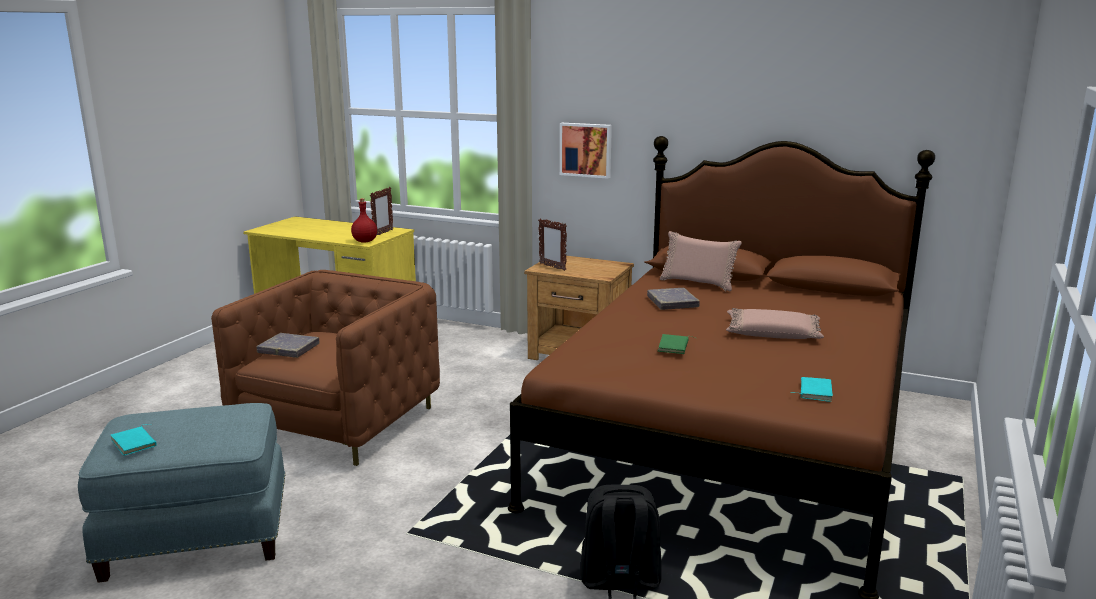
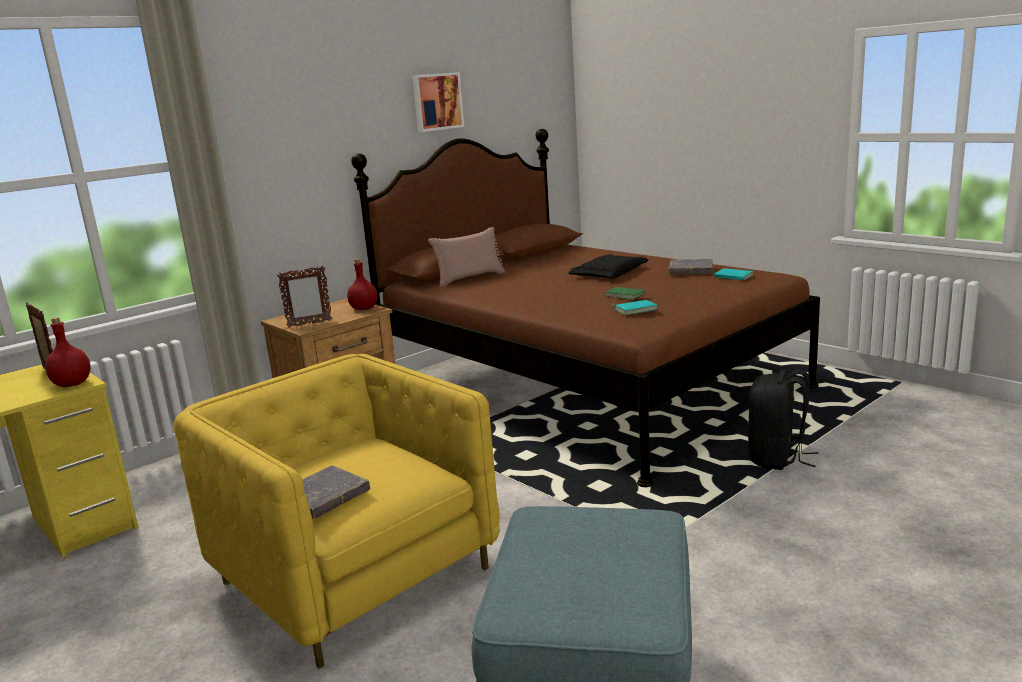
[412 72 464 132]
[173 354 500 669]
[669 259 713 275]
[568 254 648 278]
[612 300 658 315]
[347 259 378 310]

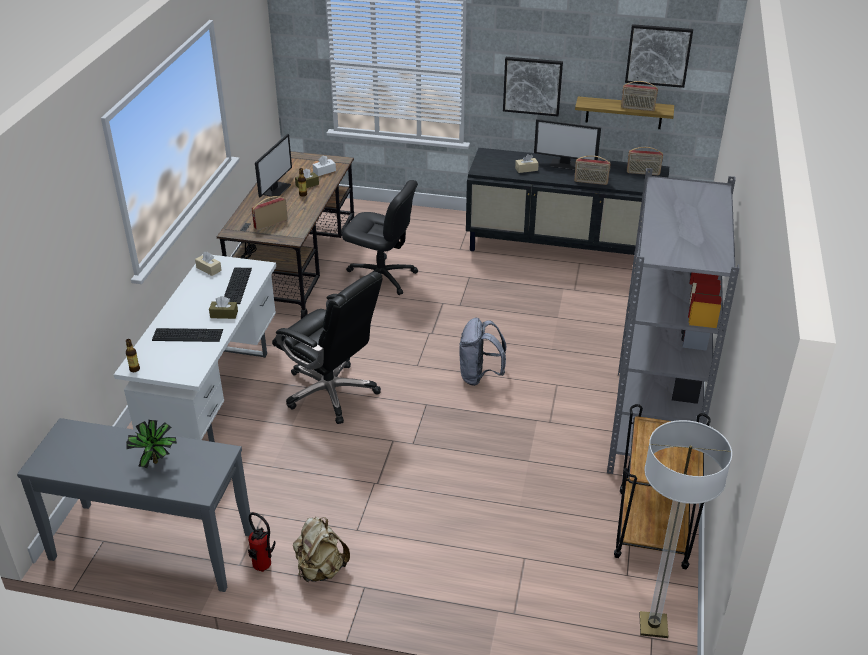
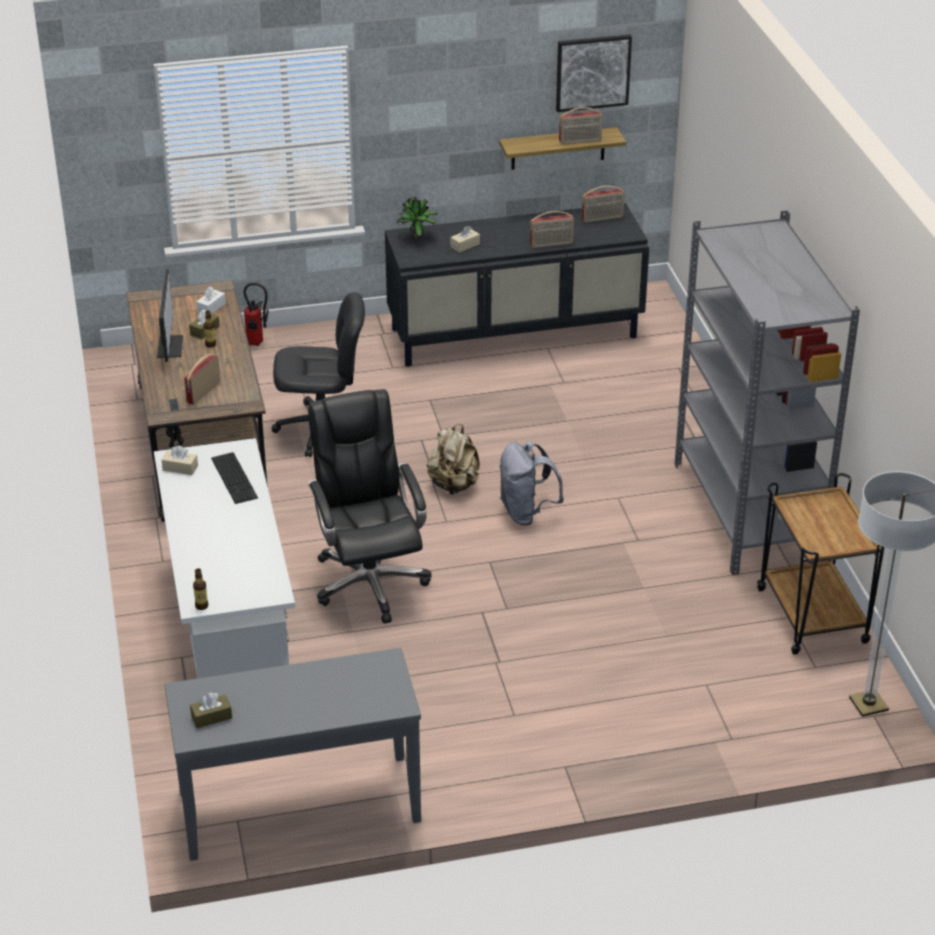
[503 57 563 116] (first image)
[534 119 601 170] (first image)
[308 389 431 624]
[190 693 232 728]
[152 328 223 342] (first image)
[396 197 438 239]
[244 283 269 346]
[427 424 480 495]

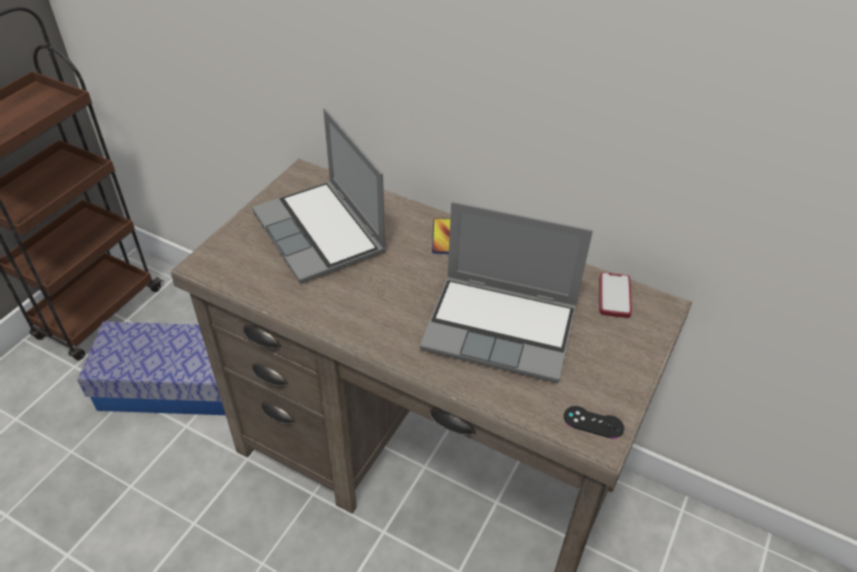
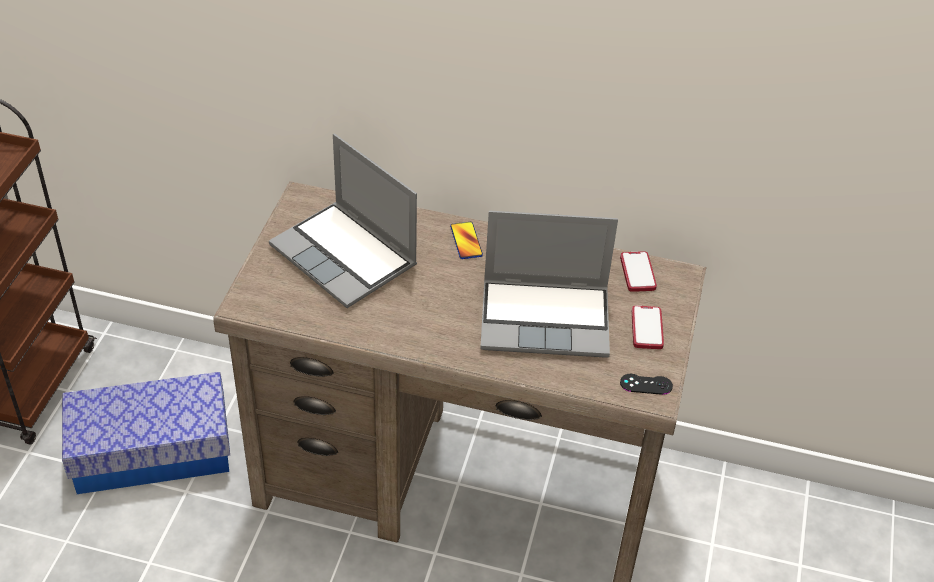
[632 306 664 349]

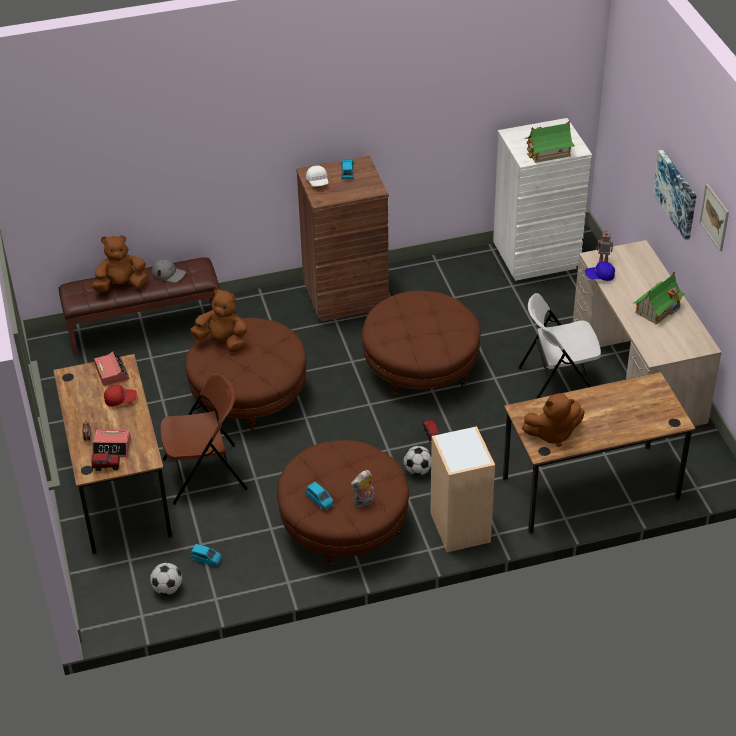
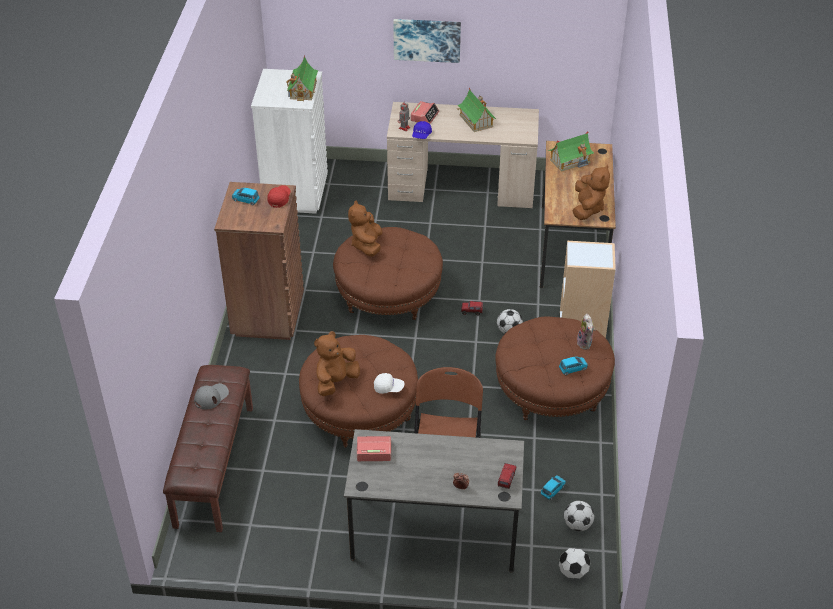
[374 373 405 394]
[700 184 729 251] (first image)
[348 200 383 257]
[518 293 601 399] (first image)
[344 429 524 573]
[267 185 291 208]
[411 101 439 124]
[548 131 594 172]
[559 548 591 579]

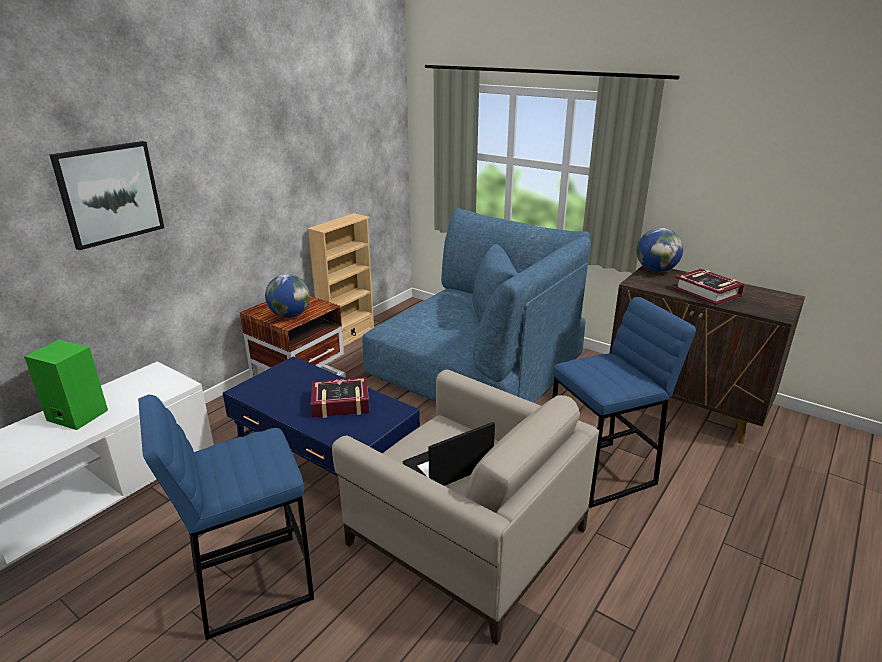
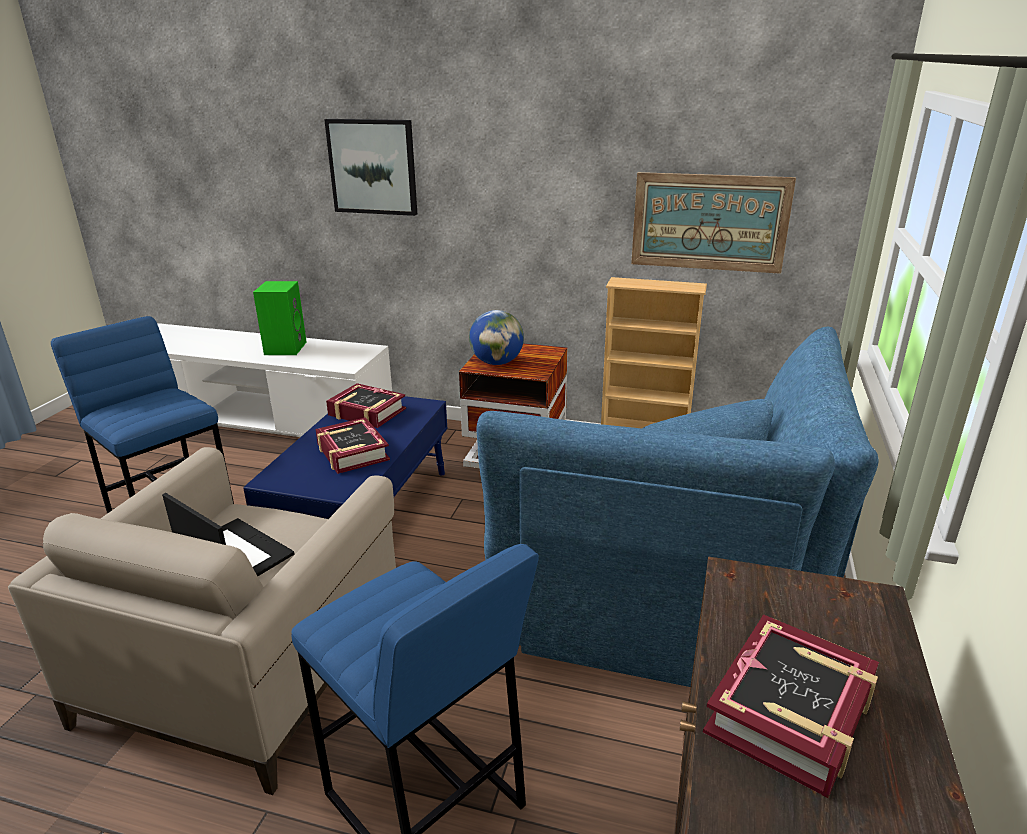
[637 228 683 272] (first image)
[631 172 796 274]
[326 383 406 428]

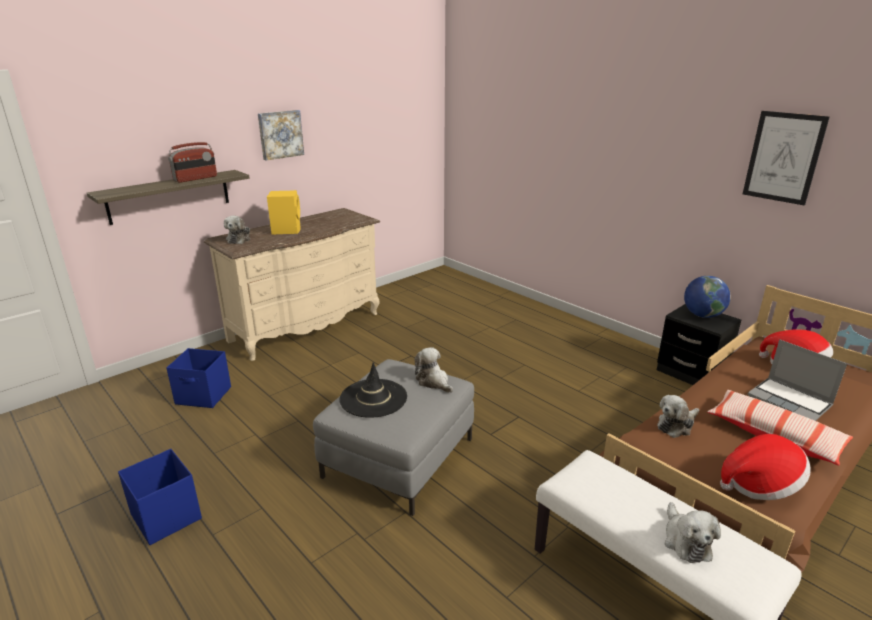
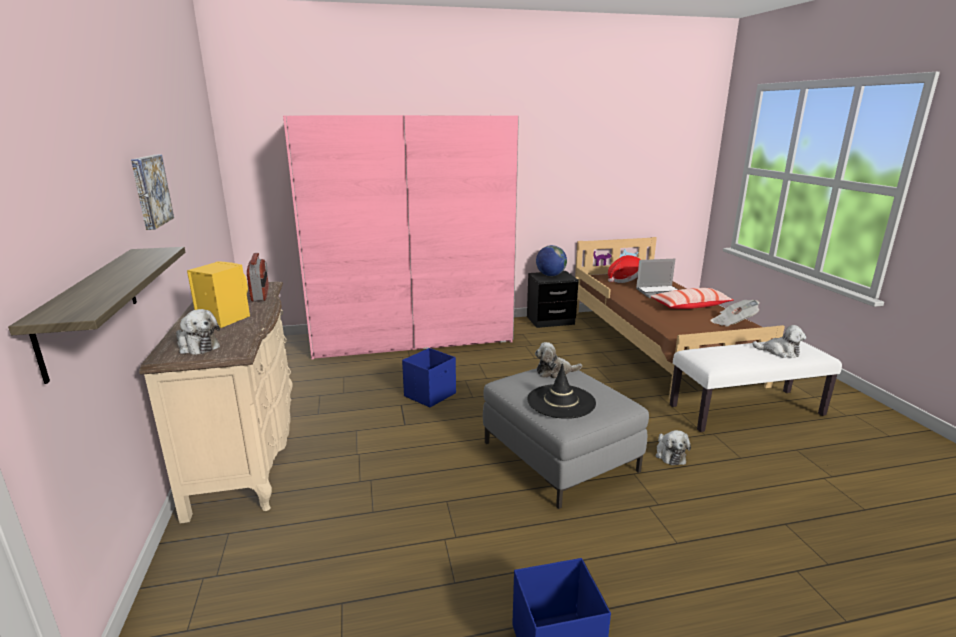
[743 111 830 205] (first image)
[247 253 269 302]
[402 348 456 407]
[656 430 691 465]
[711 300 760 327]
[283 115 519 360]

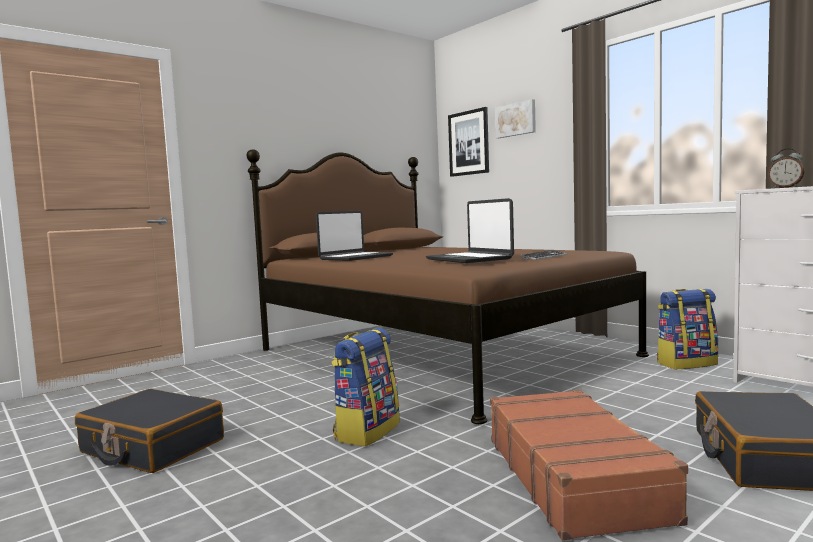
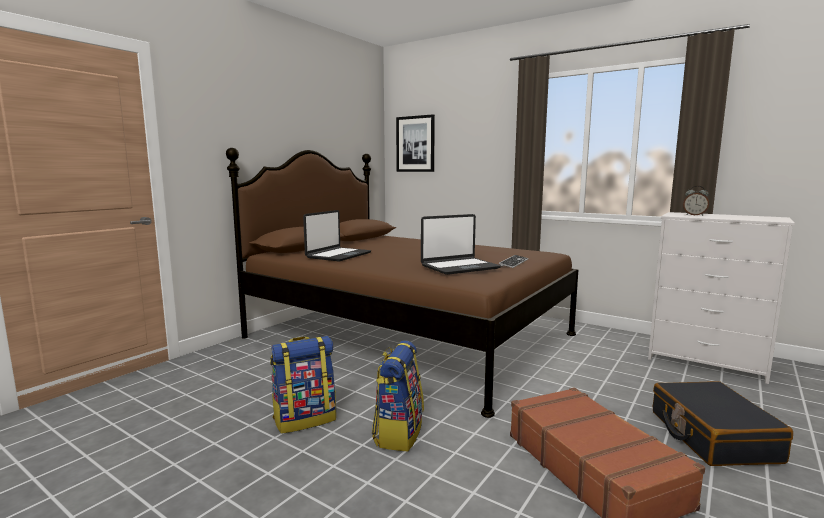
[495 99 536 138] (first image)
[421 214 501 275]
[270 336 336 434]
[75 388 224 473] (first image)

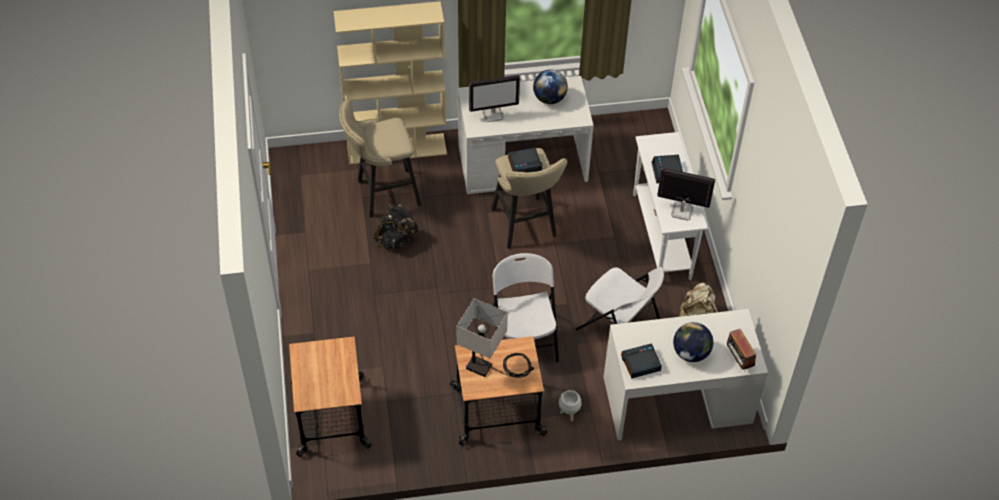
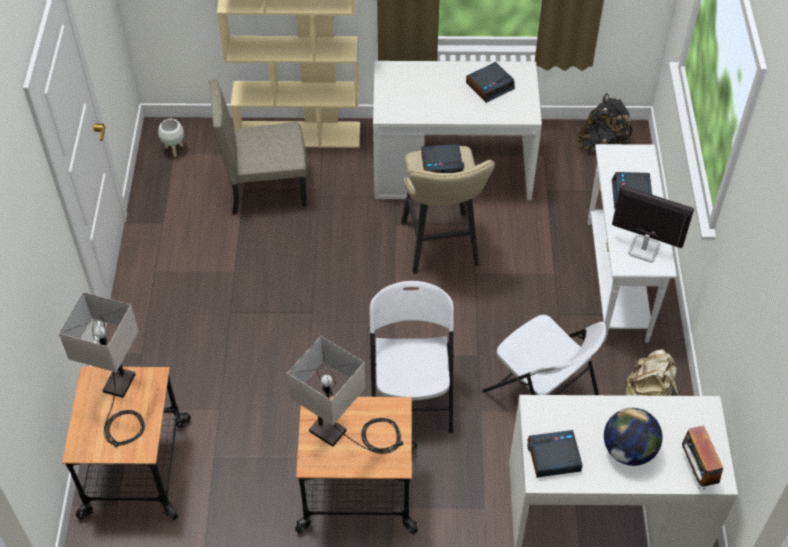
[466 62 515 103]
[469 75 520 122] (first image)
[210 79 307 214]
[578 94 633 152]
[158 119 184 157]
[59 292 145 448]

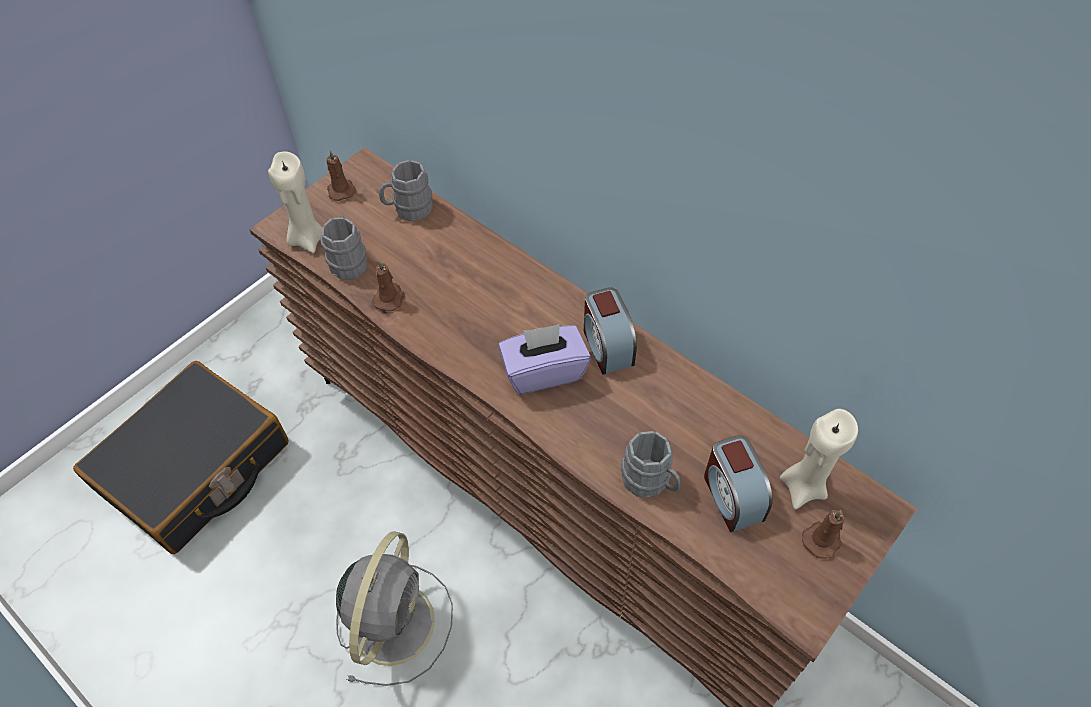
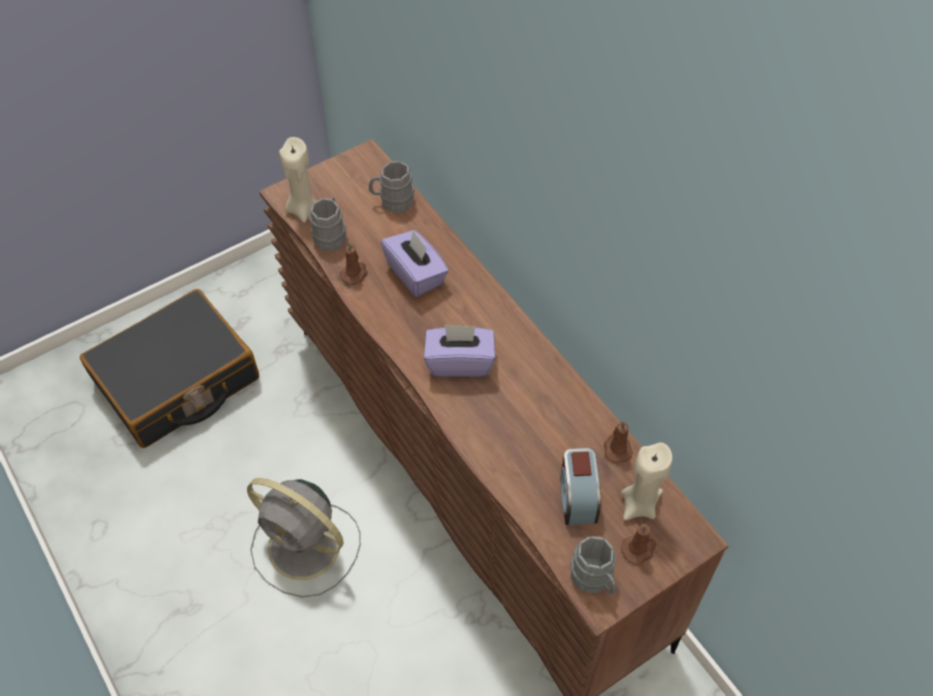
[604 421 633 463]
[584 287 637 375] (first image)
[570 536 616 594]
[247 478 361 597]
[381 230 449 297]

